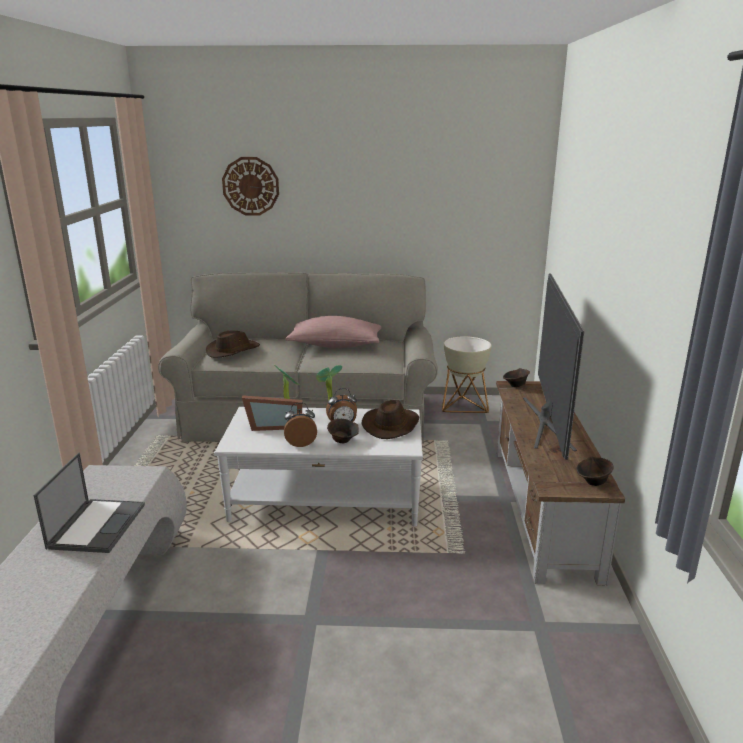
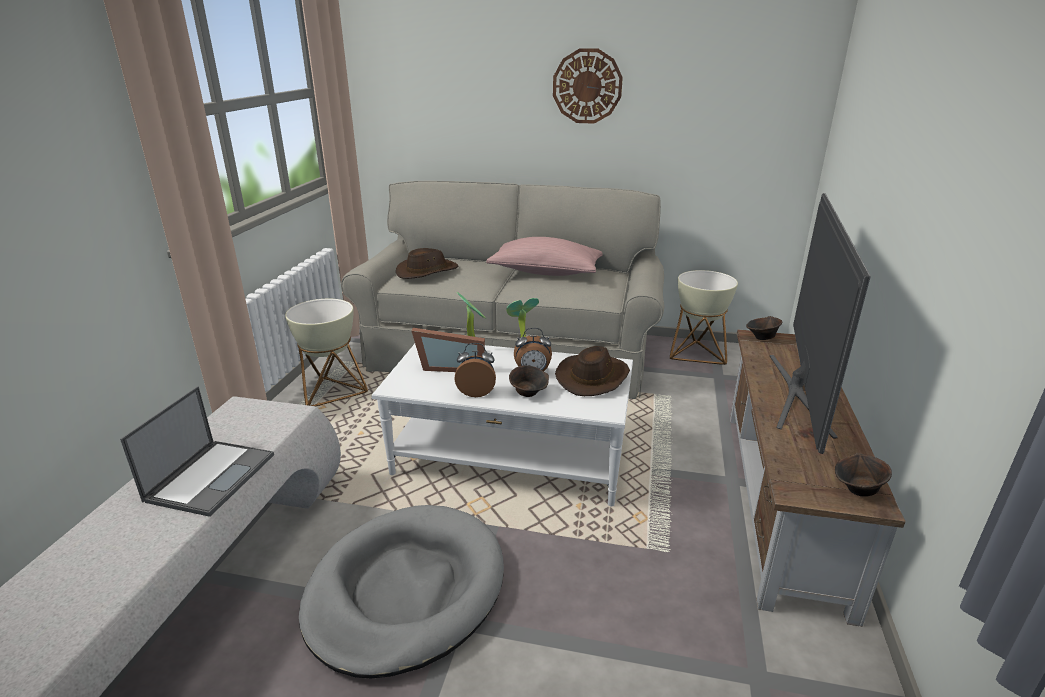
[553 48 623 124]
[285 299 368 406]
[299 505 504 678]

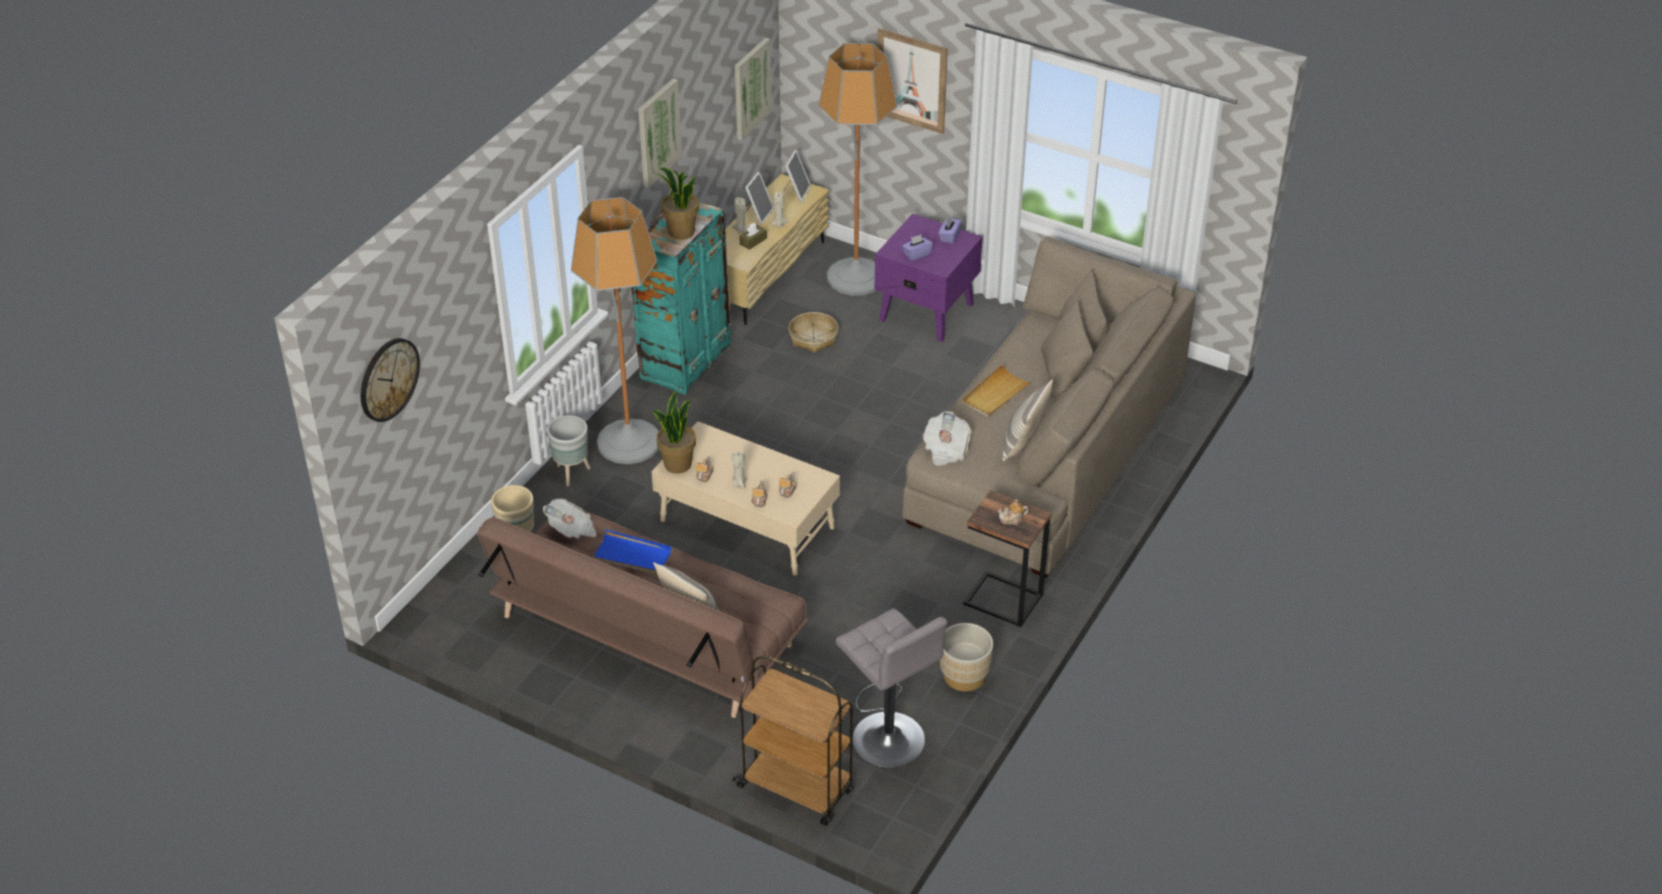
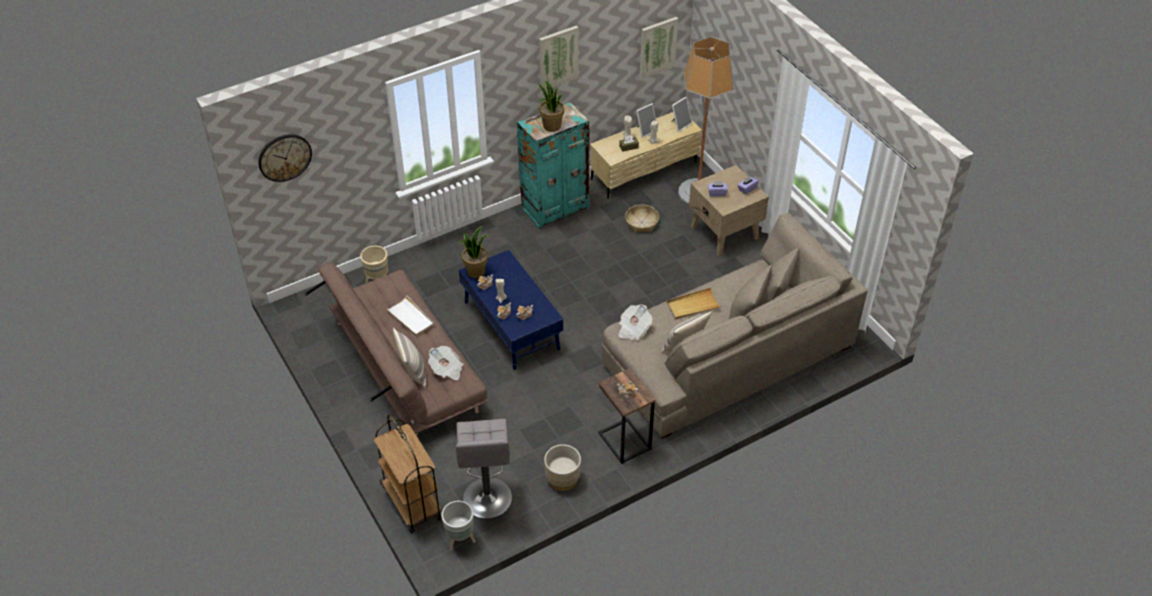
[877 28 948 134] (first image)
[571 197 659 464] (first image)
[689 165 769 256]
[441 501 476 551]
[459 250 563 370]
[428 346 463 380]
[385 295 435 336]

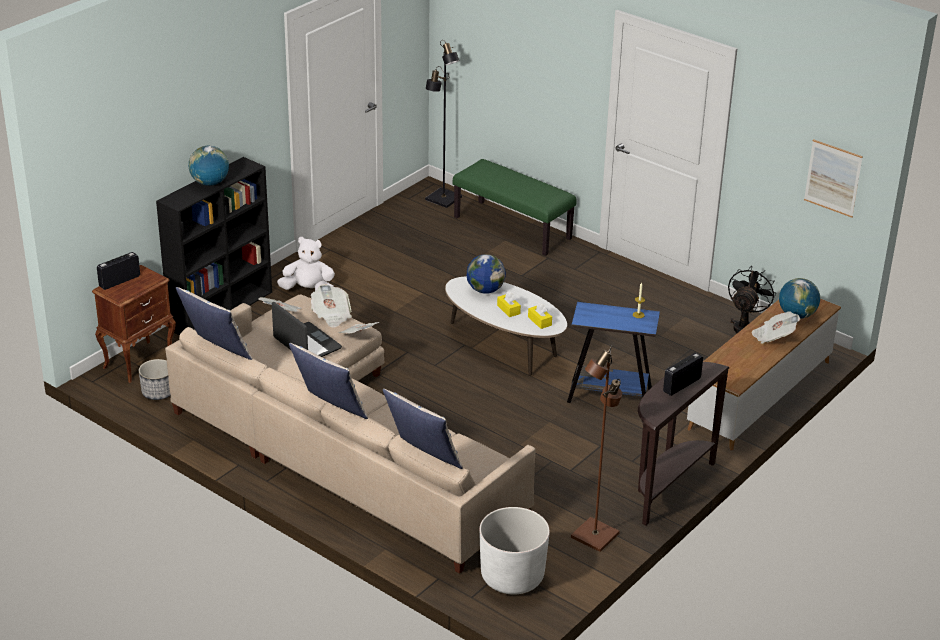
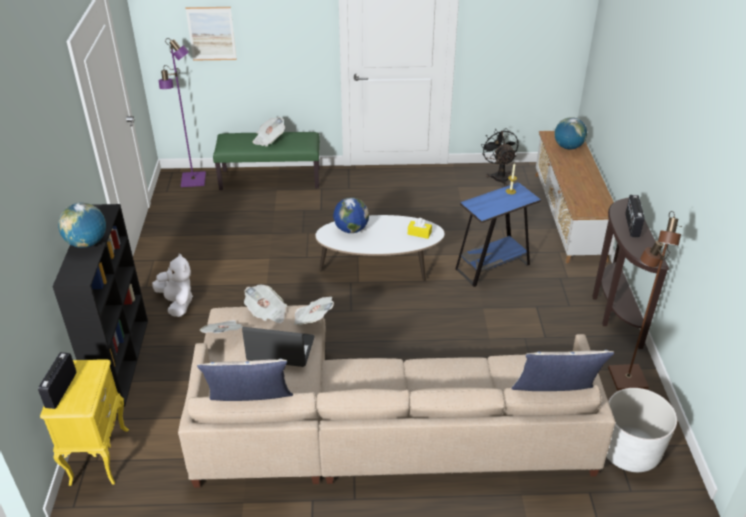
[159 38 206 187]
[185 7 237 61]
[152 253 193 317]
[40 359 129 486]
[497 291 521 317] (first image)
[253 117 285 147]
[289 343 368 419] (first image)
[139 359 171 400] (first image)

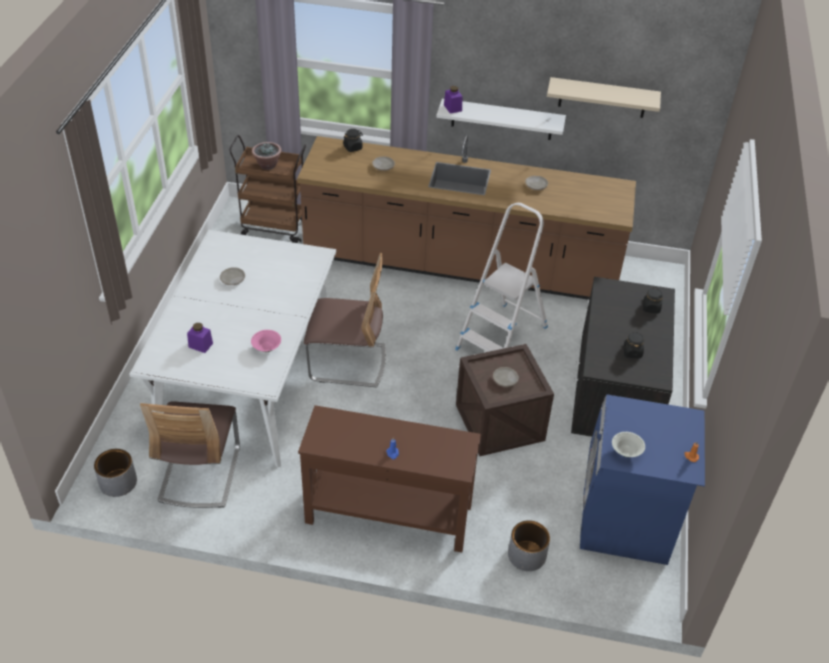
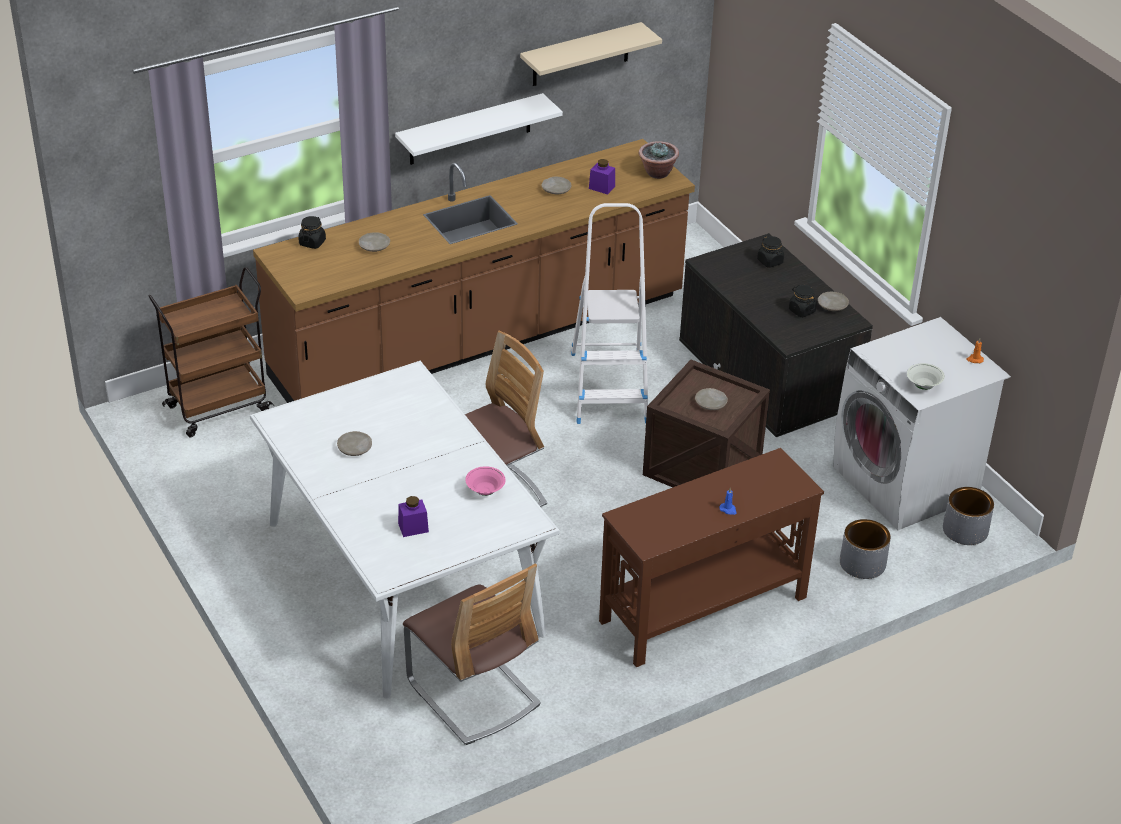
[589 159 615 195]
[639 141 679 179]
[834 317 1011 530]
[943 487 994 545]
[818 292 849 311]

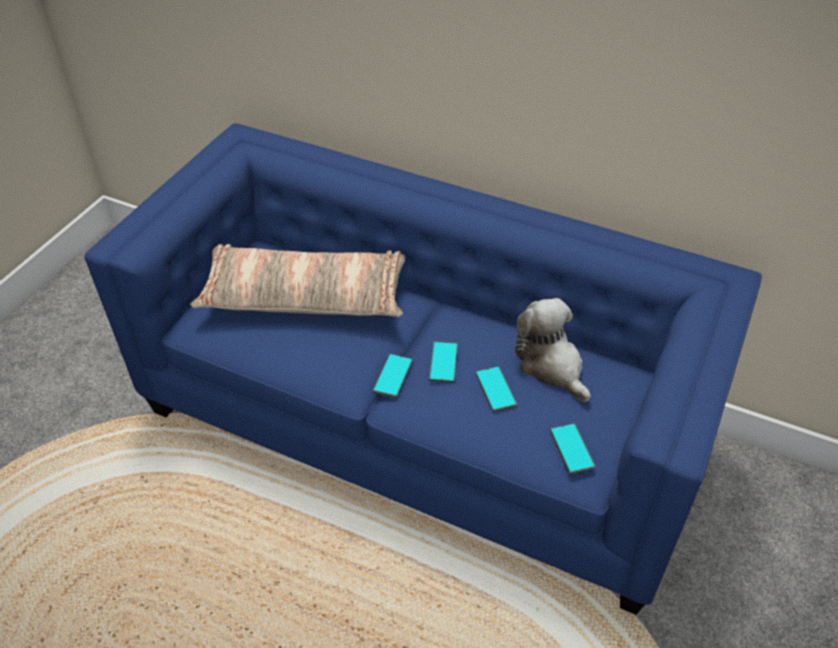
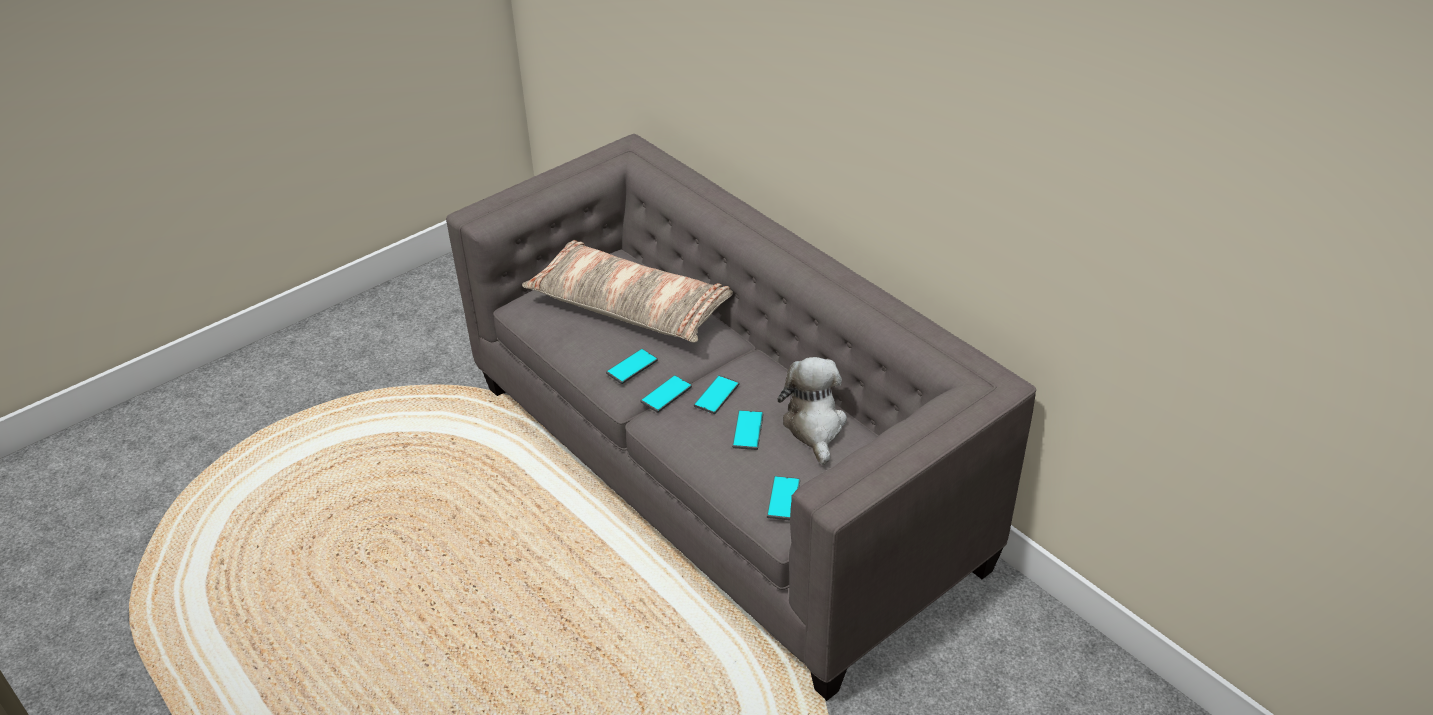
[446 134 1036 701]
[606 348 658 384]

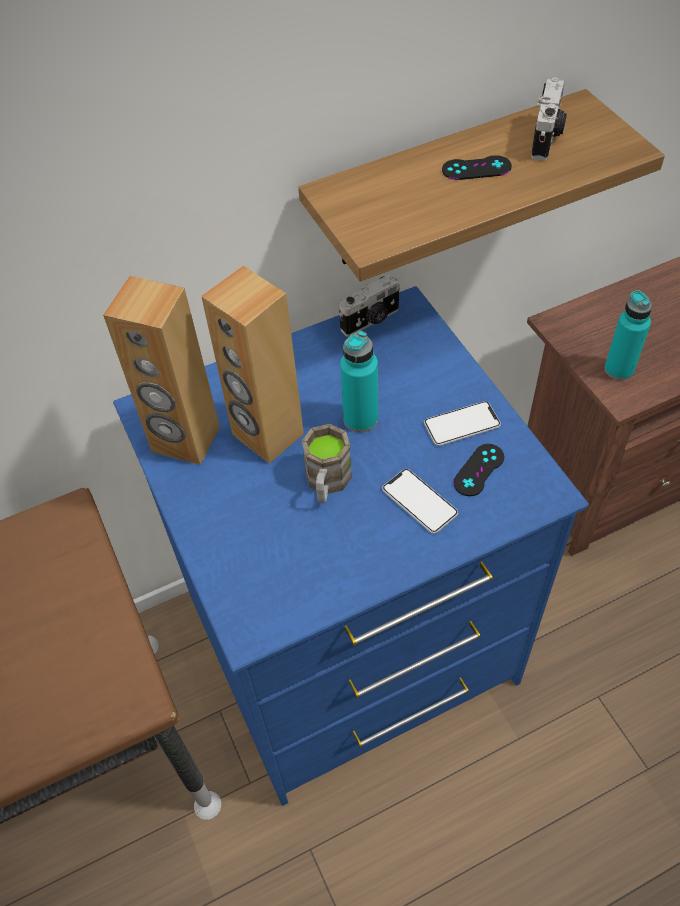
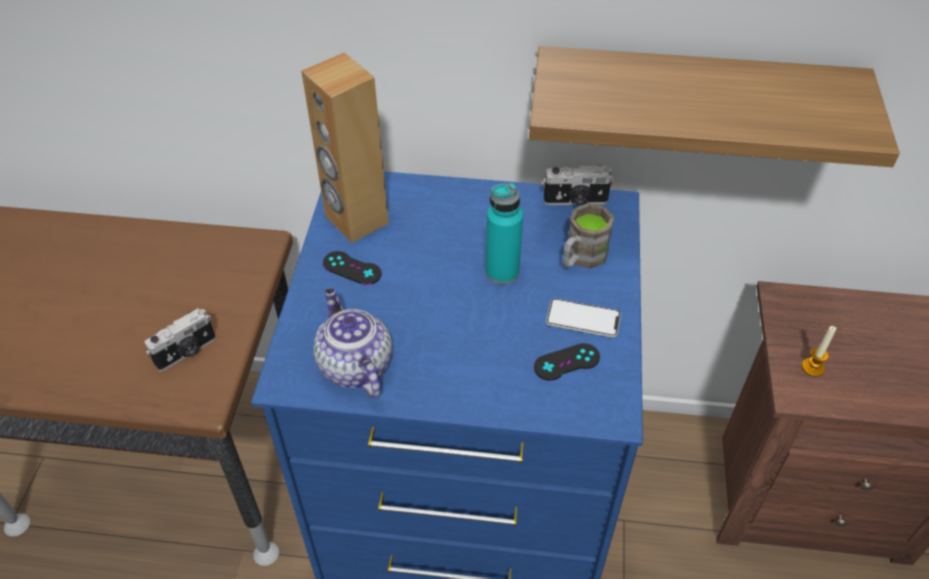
[144 308 216 372]
[323 251 382 285]
[201 266 304 464] (first image)
[802 326 836 377]
[563 203 614 269]
[382 469 458 534] (first image)
[313 288 392 398]

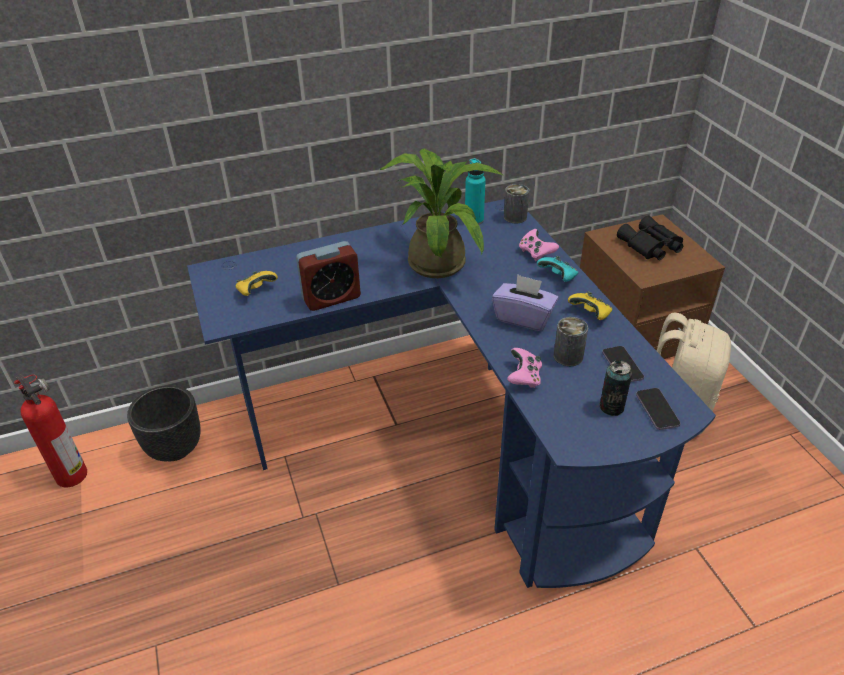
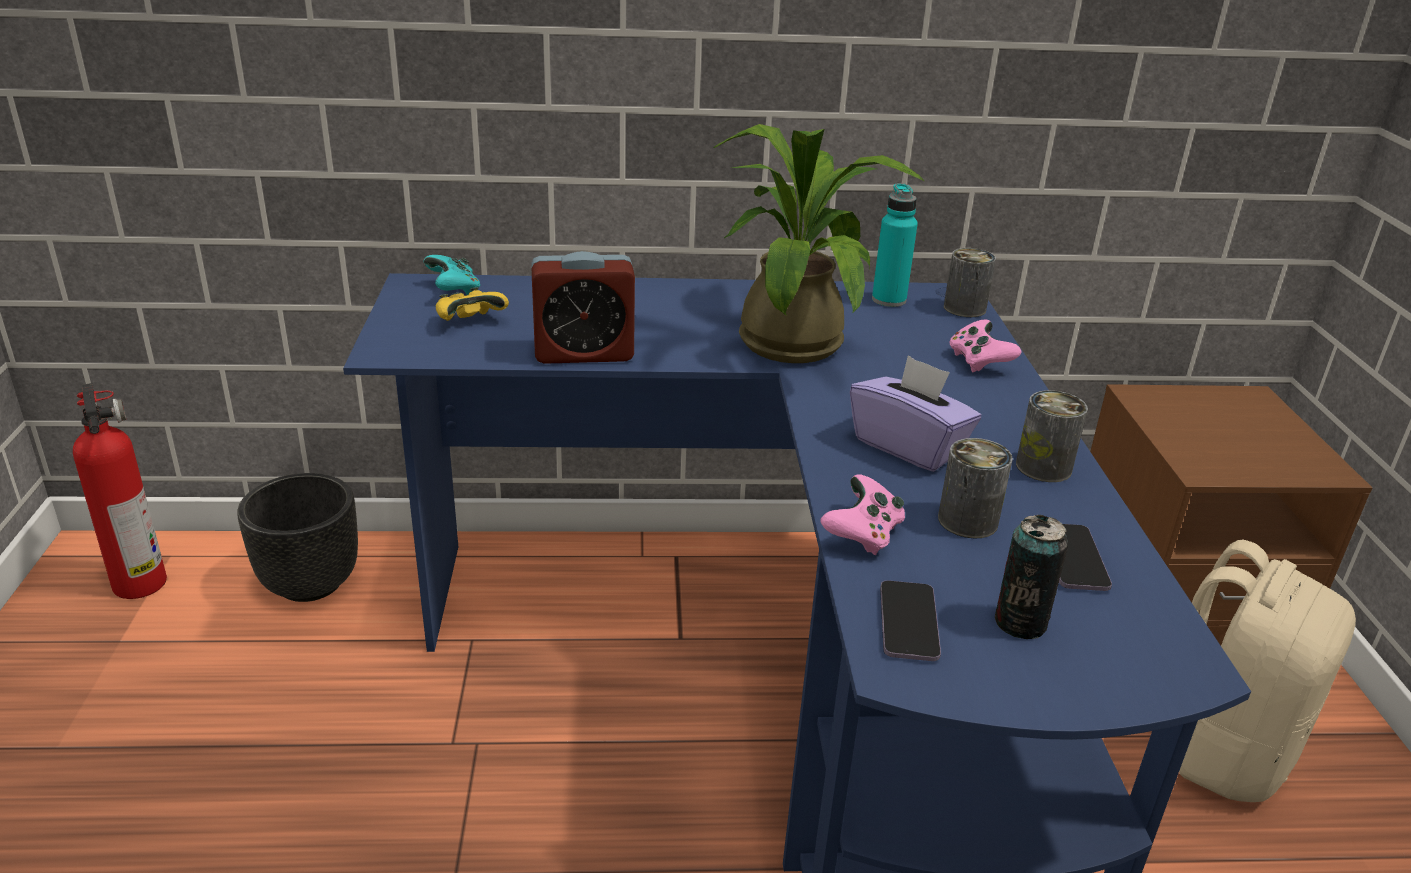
[617 216 683 260] (first image)
[423 255 480 295]
[1016 390 1088 482]
[880 580 941 661]

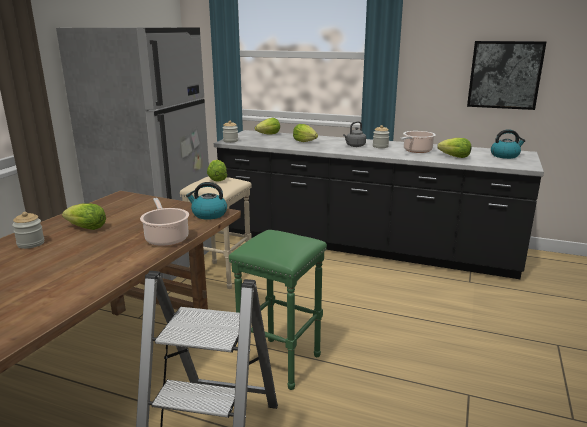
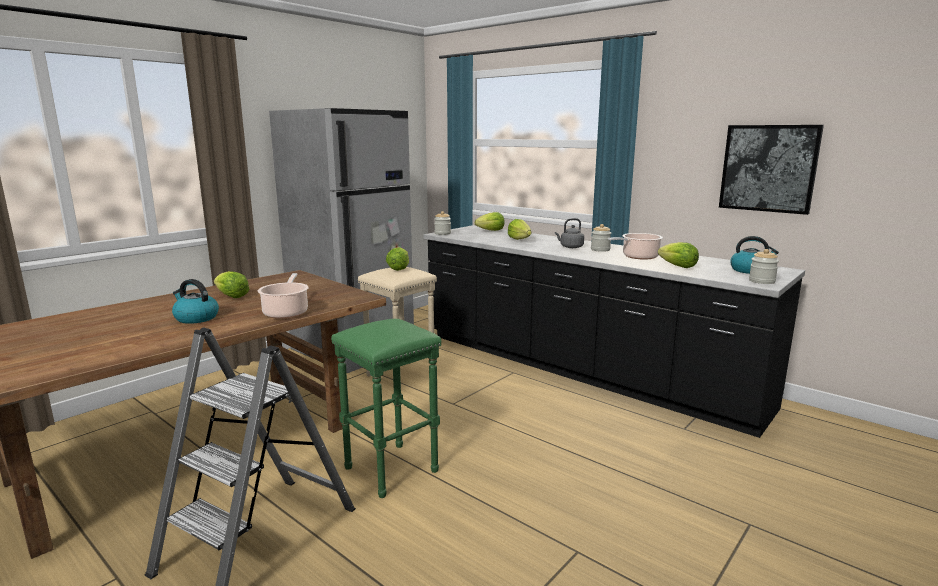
[172 279 219 324]
[749 249 779 284]

